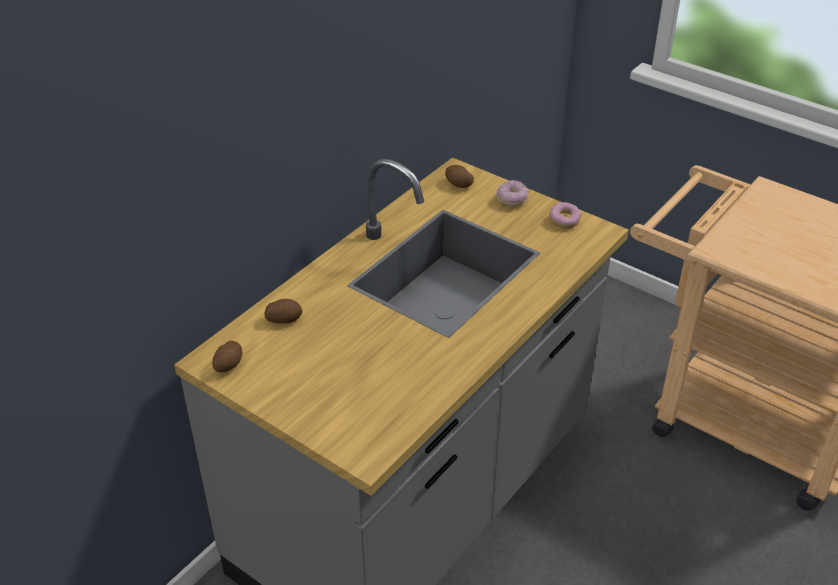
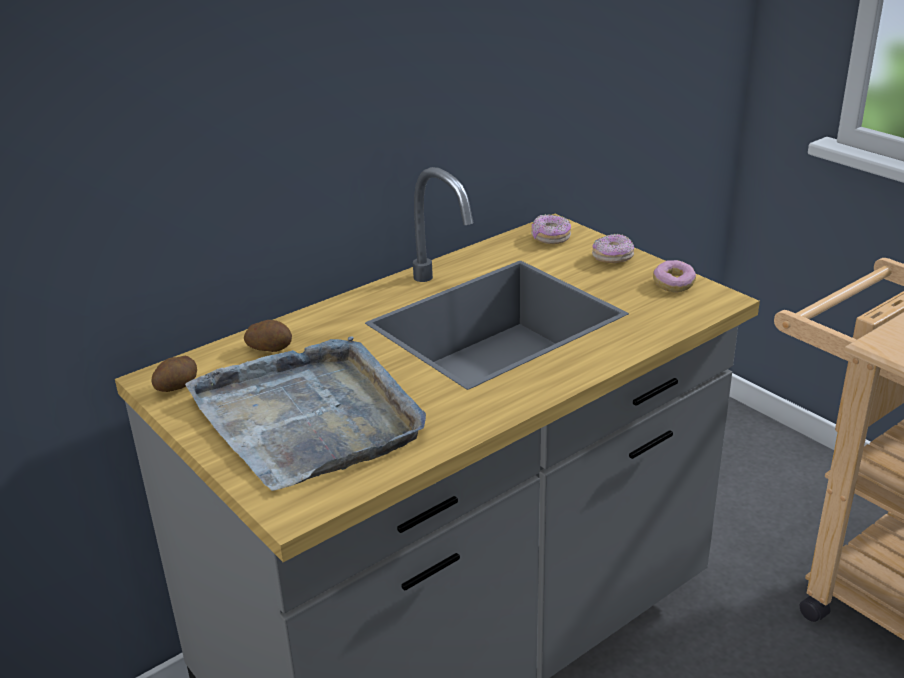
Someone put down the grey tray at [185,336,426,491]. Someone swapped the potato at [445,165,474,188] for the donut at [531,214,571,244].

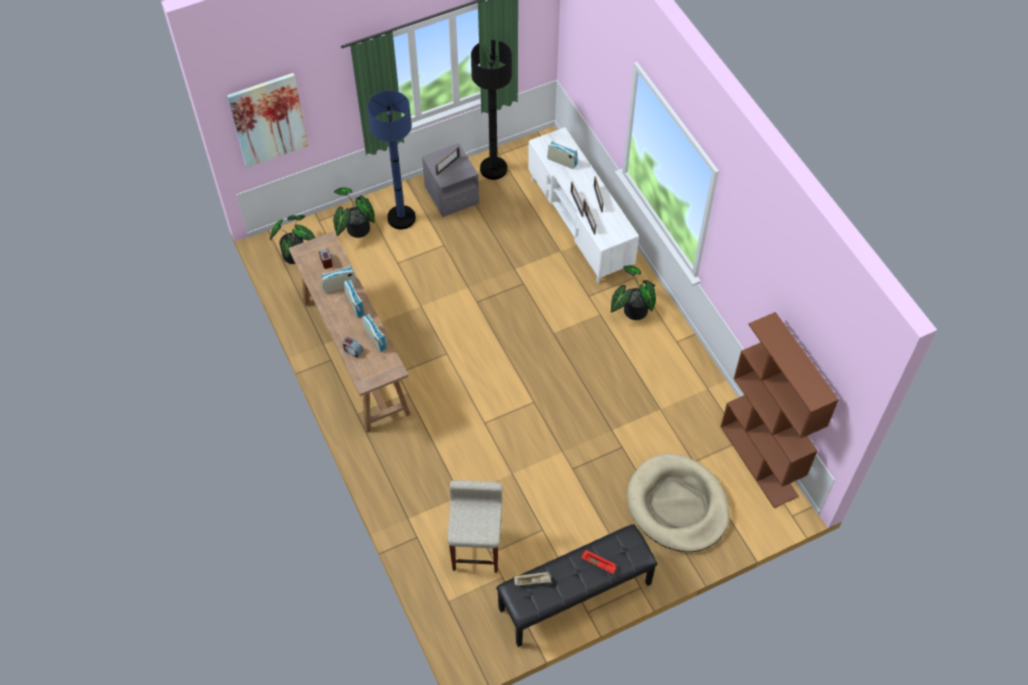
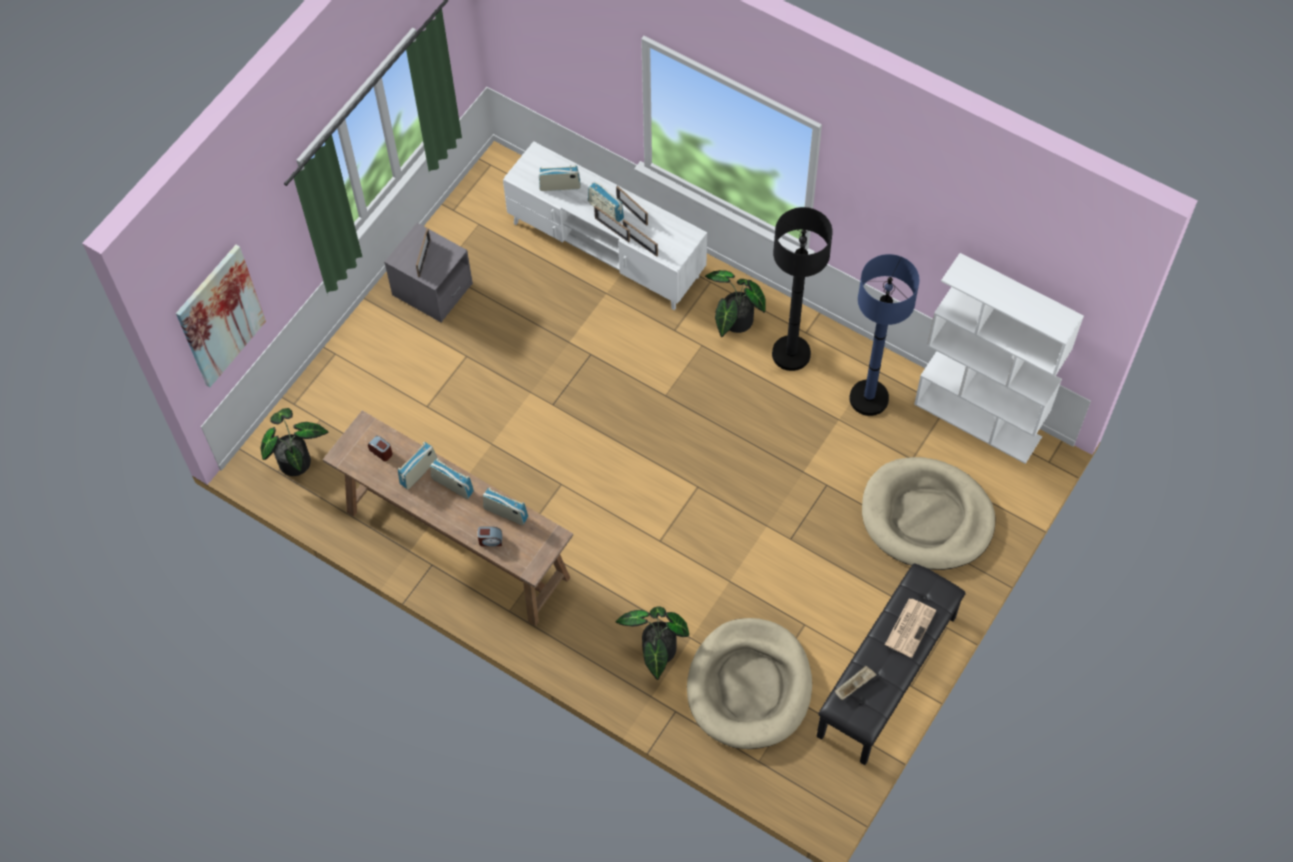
Someone put down the radio at [588,182,624,222]. Someone carried the potted plant from [333,187,375,238] to [615,607,689,680]. Someone carried the blue floor lamp from [367,90,416,229] to [849,254,919,416]. Someone carried the black floor lamp from [471,40,512,180] to [772,207,833,371]. Someone swapped the beige stool at [447,480,502,573] for the beige dog bed at [687,618,812,749]. Someone swapped the red tray at [581,550,617,574] for the newspaper at [885,599,936,658]. Someone repainted the brown bookcase at [720,312,839,508], which became the white bookcase at [914,253,1084,464].

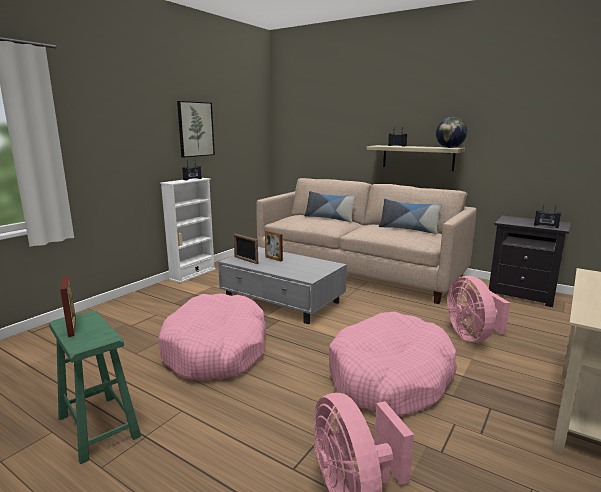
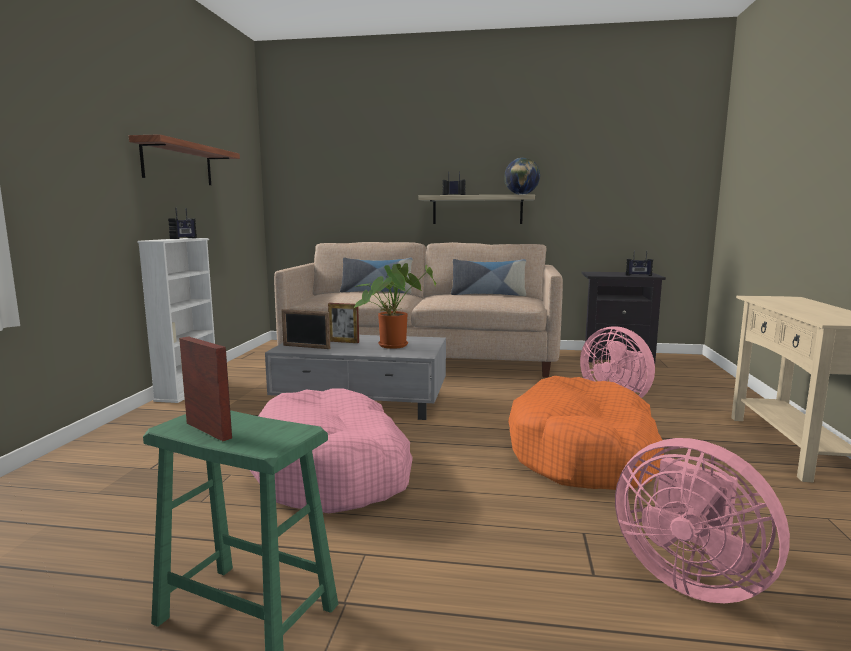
Someone put down the potted plant at [354,263,436,349]. Someone swapped the picture at [177,101,215,157] for the shelf at [129,134,240,185]. Someone repainted the pink dog bed at [329,312,457,416], which became the orange dog bed at [508,376,664,490].

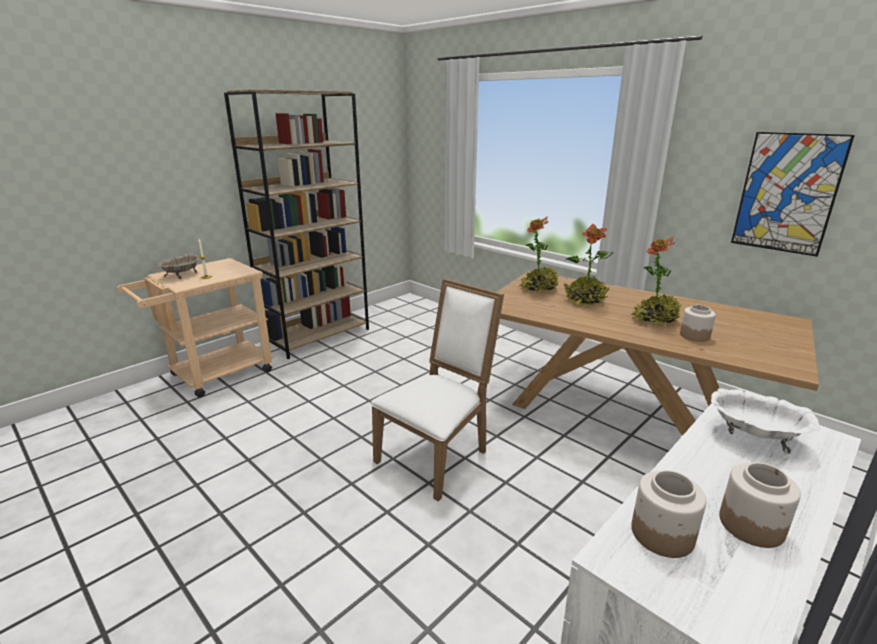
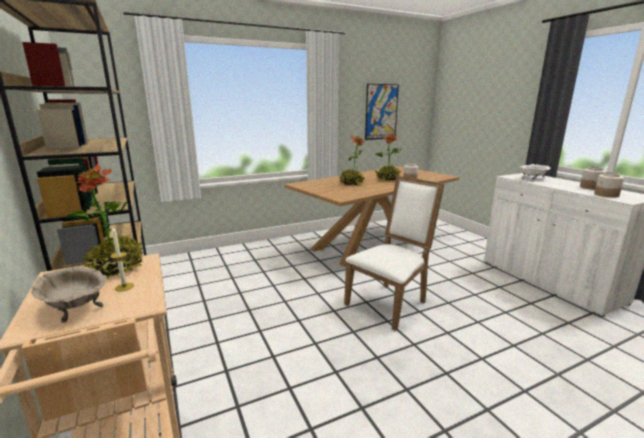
Someone carried the potted plant from [519,216,559,293] to [67,164,144,279]. Someone rotated the white chair at [371,279,504,501] by 75 degrees clockwise.

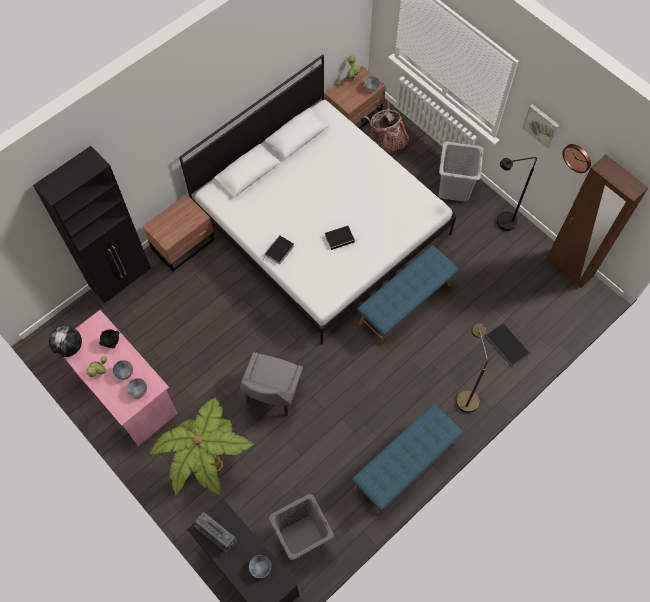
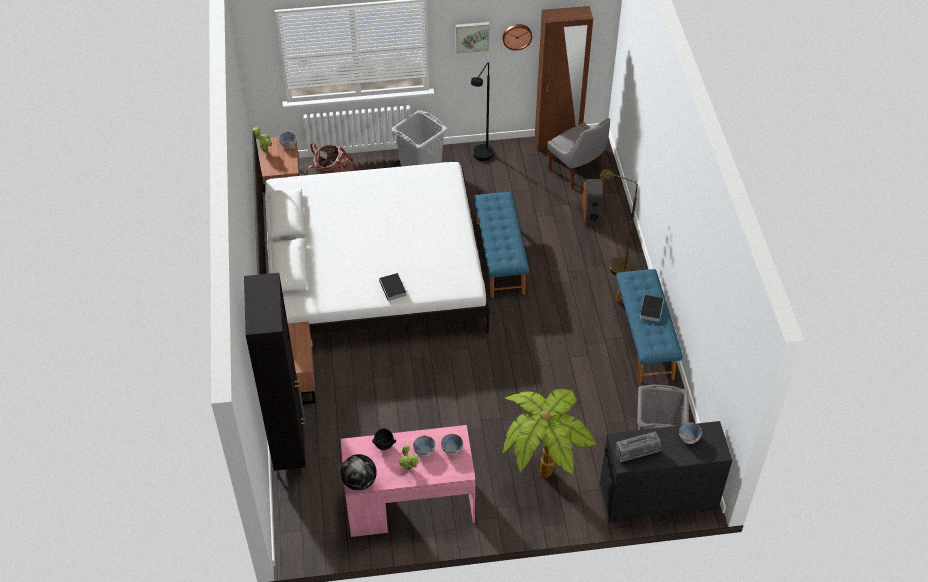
Someone carried the grey chair from [240,352,303,416] to [547,118,610,189]. Someone carried the book from [325,226,358,250] to [640,295,664,322]. Someone swapped the tray at [485,322,531,367] for the speaker at [582,179,603,226].

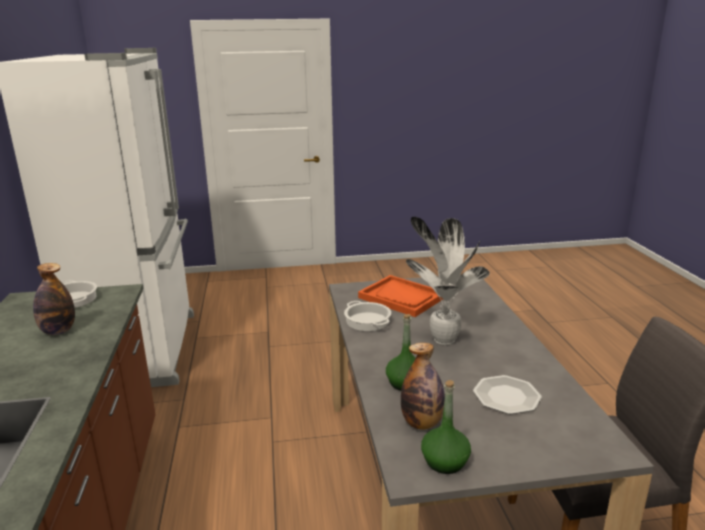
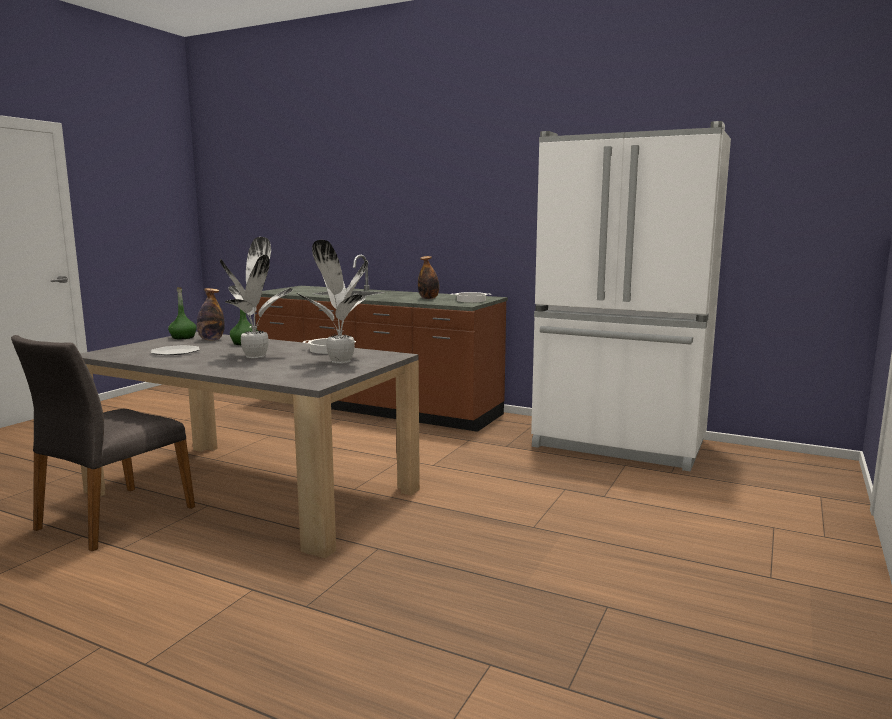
Someone swapped the orange tray at [358,275,443,317] for the potted plant at [297,240,368,364].

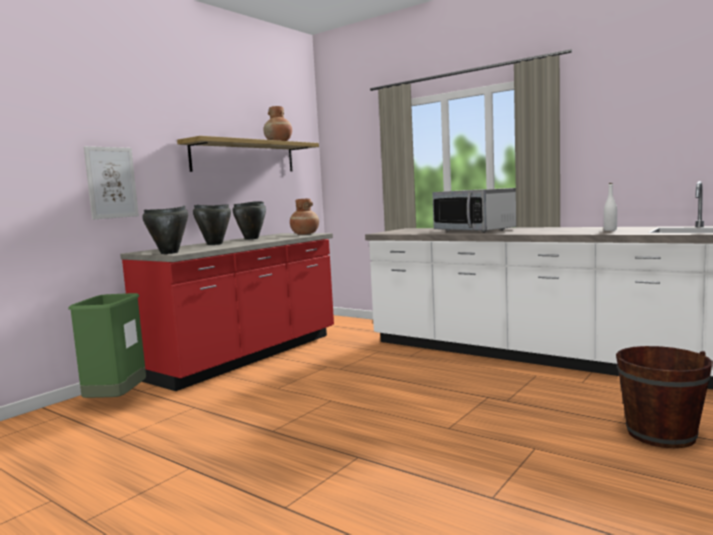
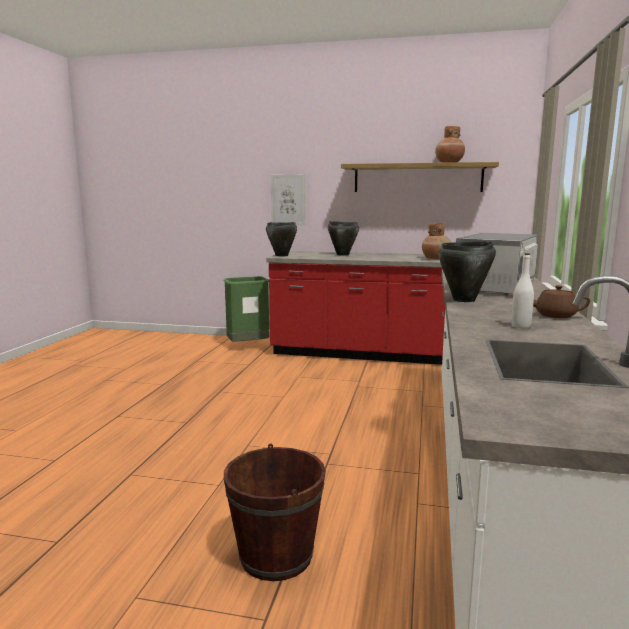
Someone put down the brown teapot at [533,285,591,318]. Someone carried the black cooking pot from [232,201,266,239] to [438,241,496,302].

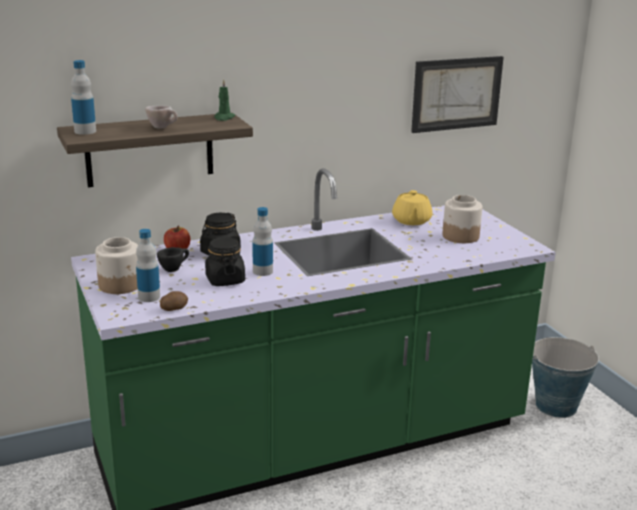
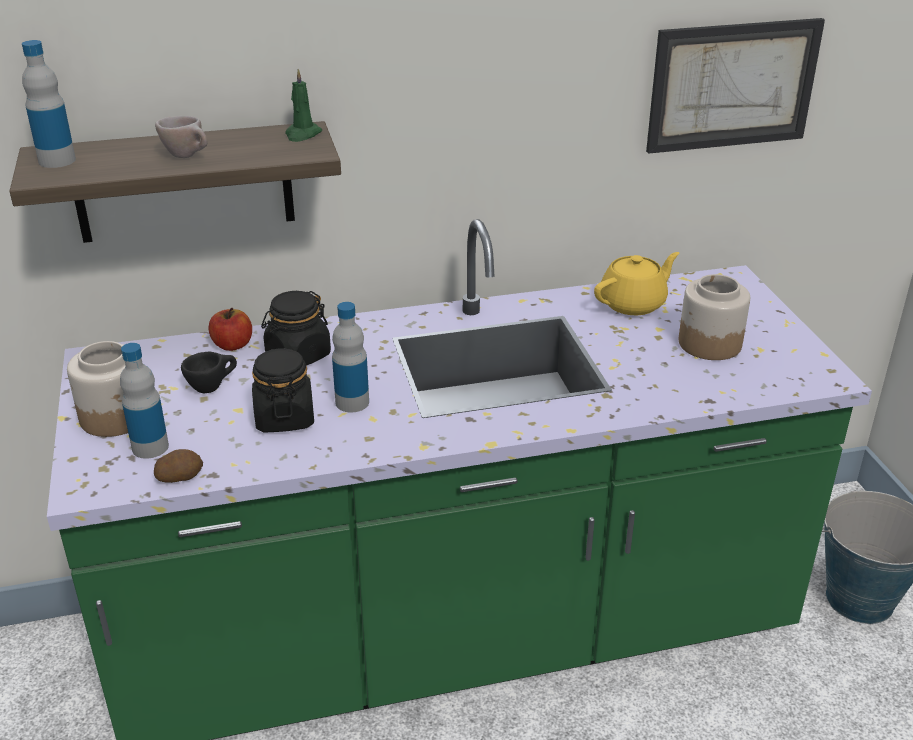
Someone rotated the yellow teapot at [392,190,432,225] by 135 degrees counterclockwise.

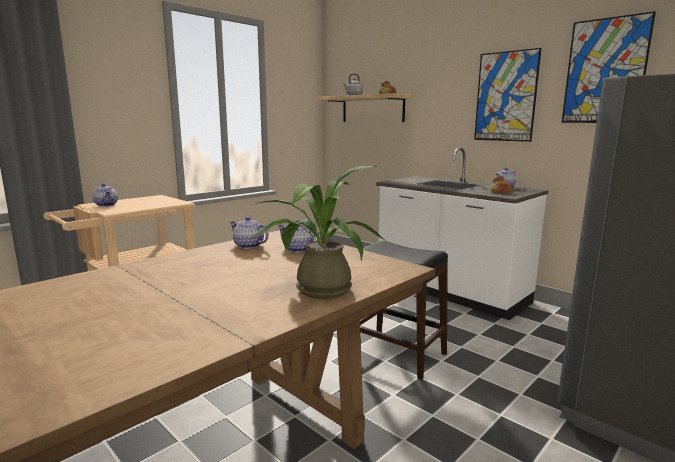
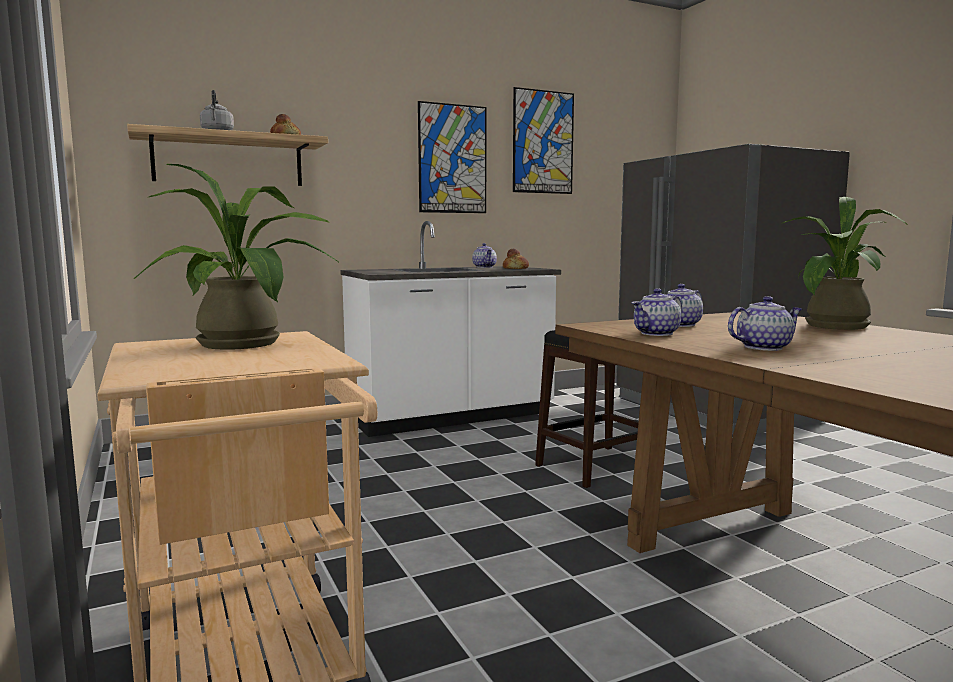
Someone put down the potted plant at [134,164,338,350]. Someone carried the teapot from [92,184,118,207] to [728,296,803,351].

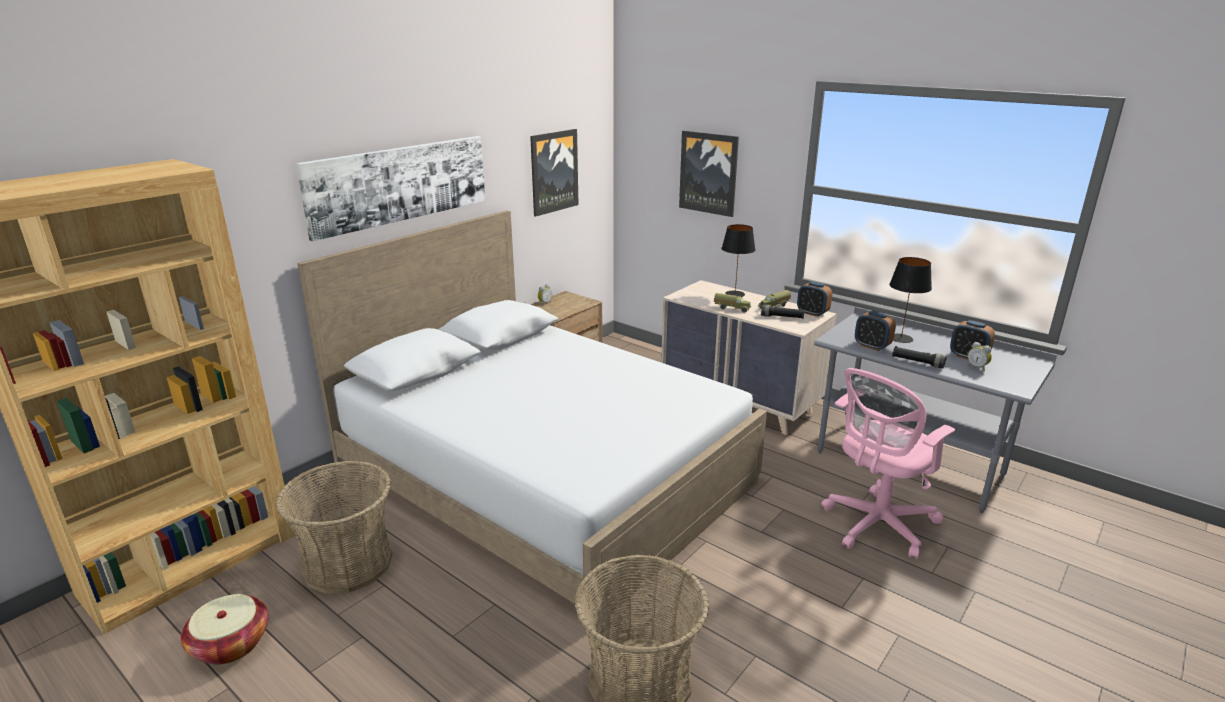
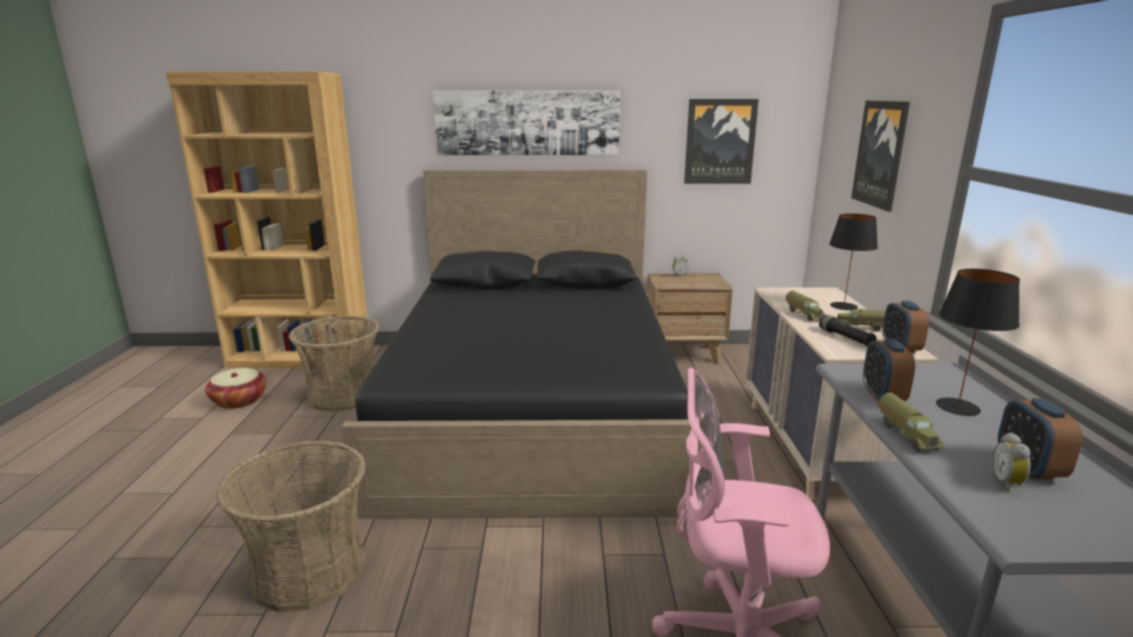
Someone swapped the black flashlight at [892,346,947,368] for the toy truck at [878,393,944,452]. Someone repainted the white bed at [298,210,767,626], which became the black bed at [342,170,699,519].

